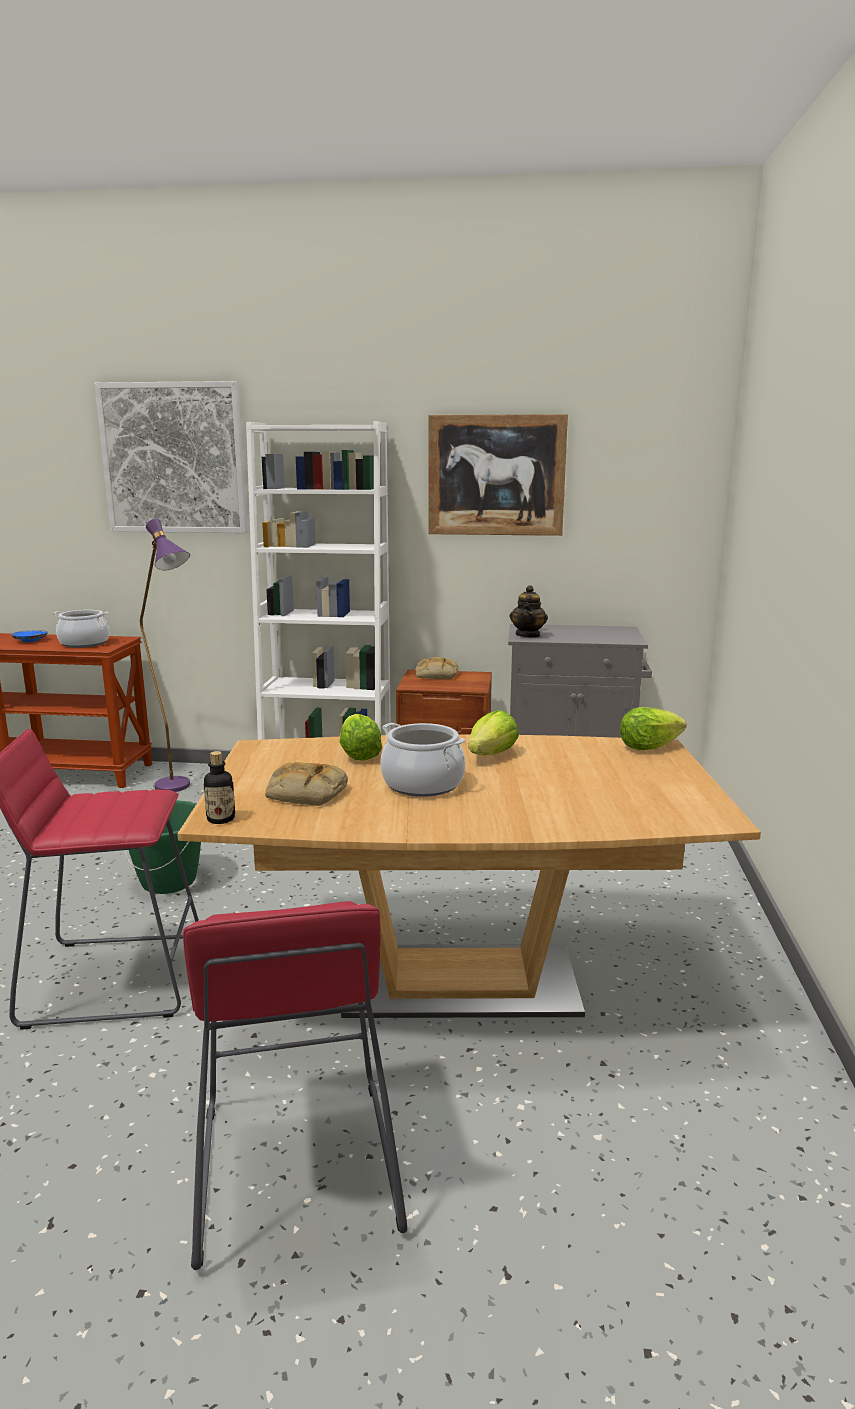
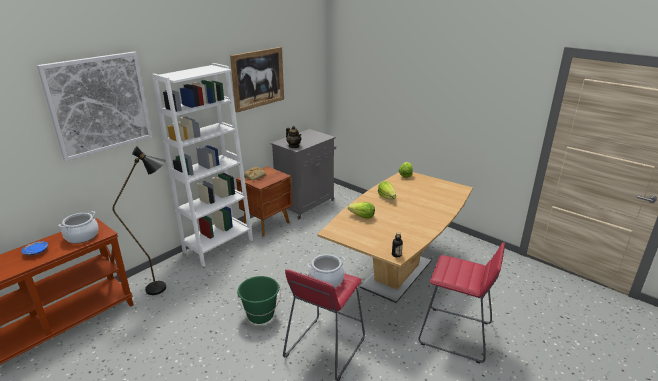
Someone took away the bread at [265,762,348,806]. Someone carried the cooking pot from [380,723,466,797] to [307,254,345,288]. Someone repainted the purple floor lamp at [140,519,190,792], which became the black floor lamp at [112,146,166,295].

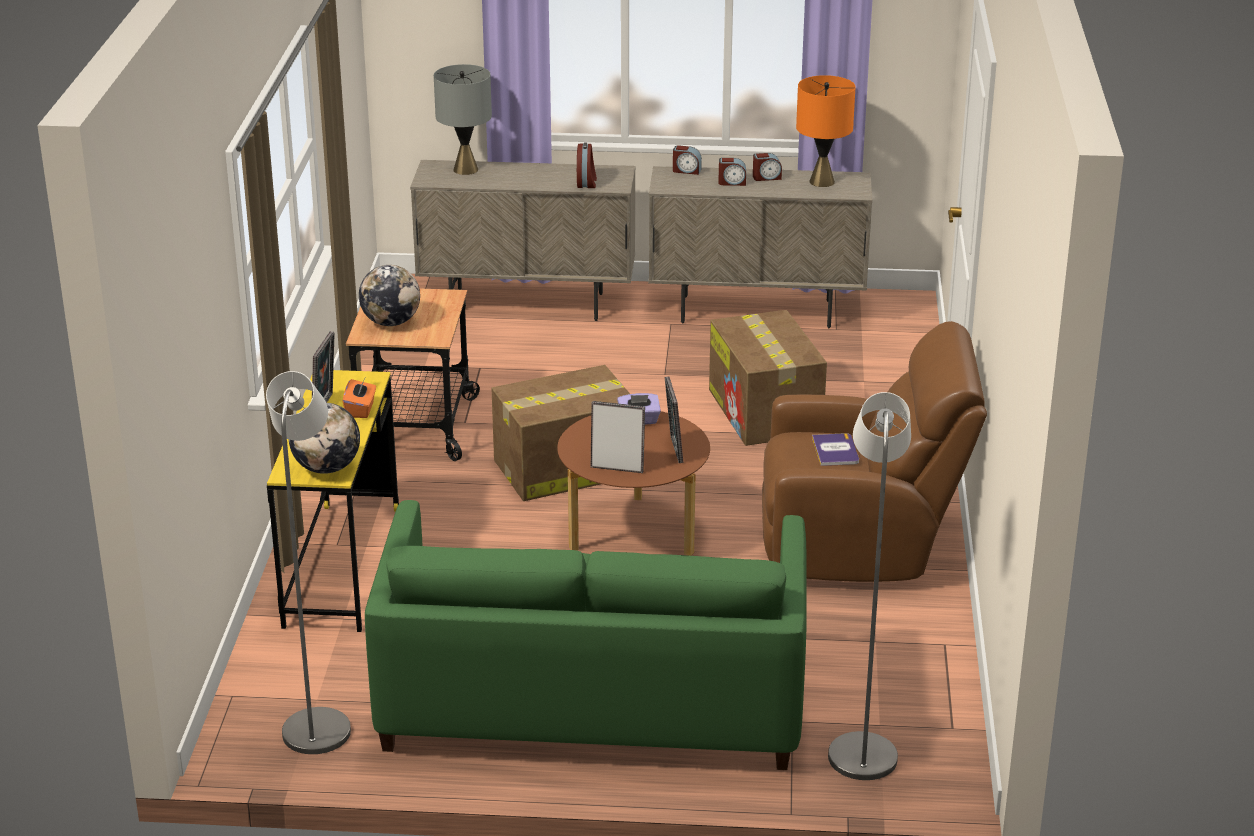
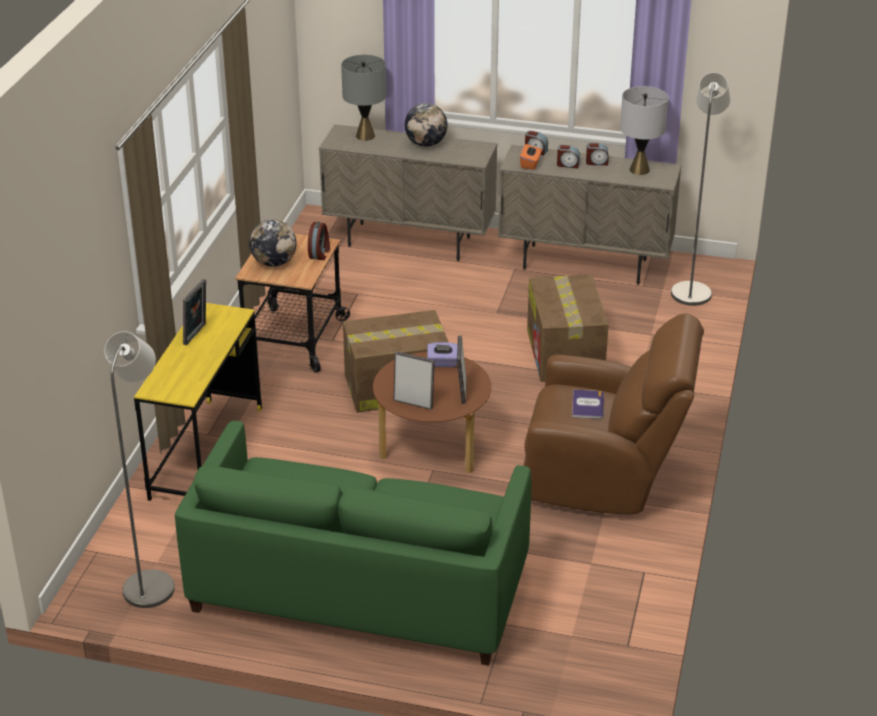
Someone carried the globe from [289,403,360,474] to [405,103,448,147]. Someone carried the orange tissue box from [343,378,376,418] to [520,144,542,170]. Someone carried the alarm clock from [577,142,597,188] to [308,222,330,260]. Someone carried the grey floor lamp from [828,392,911,780] to [671,72,730,306]. Someone repainted the orange table lamp at [796,75,856,187], which became the grey table lamp at [620,86,668,175].

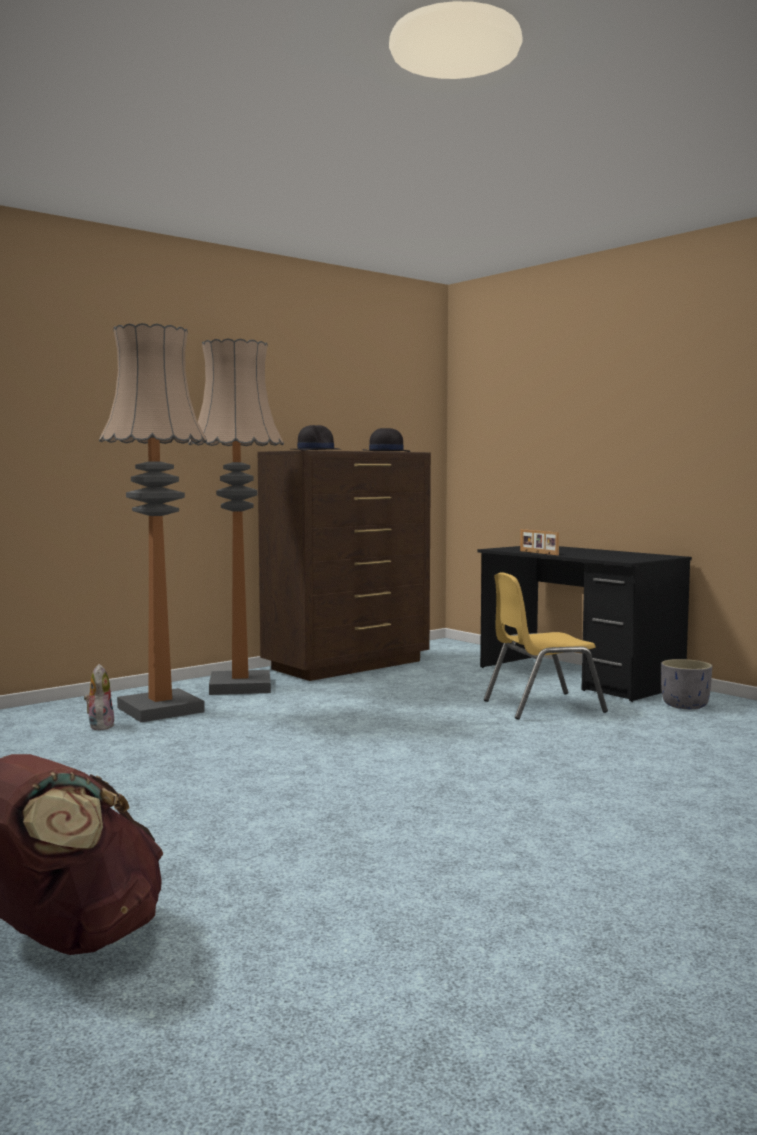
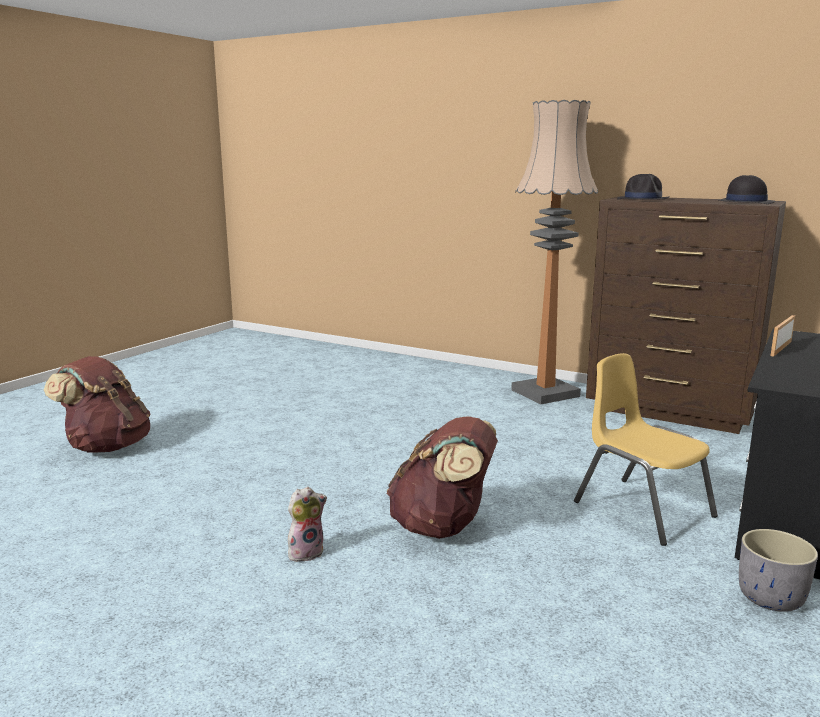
Someone took away the floor lamp at [99,323,207,722]. Someone put down the brown backpack at [386,416,498,539]. Someone carried the plush toy from [84,664,115,730] to [288,487,327,562].

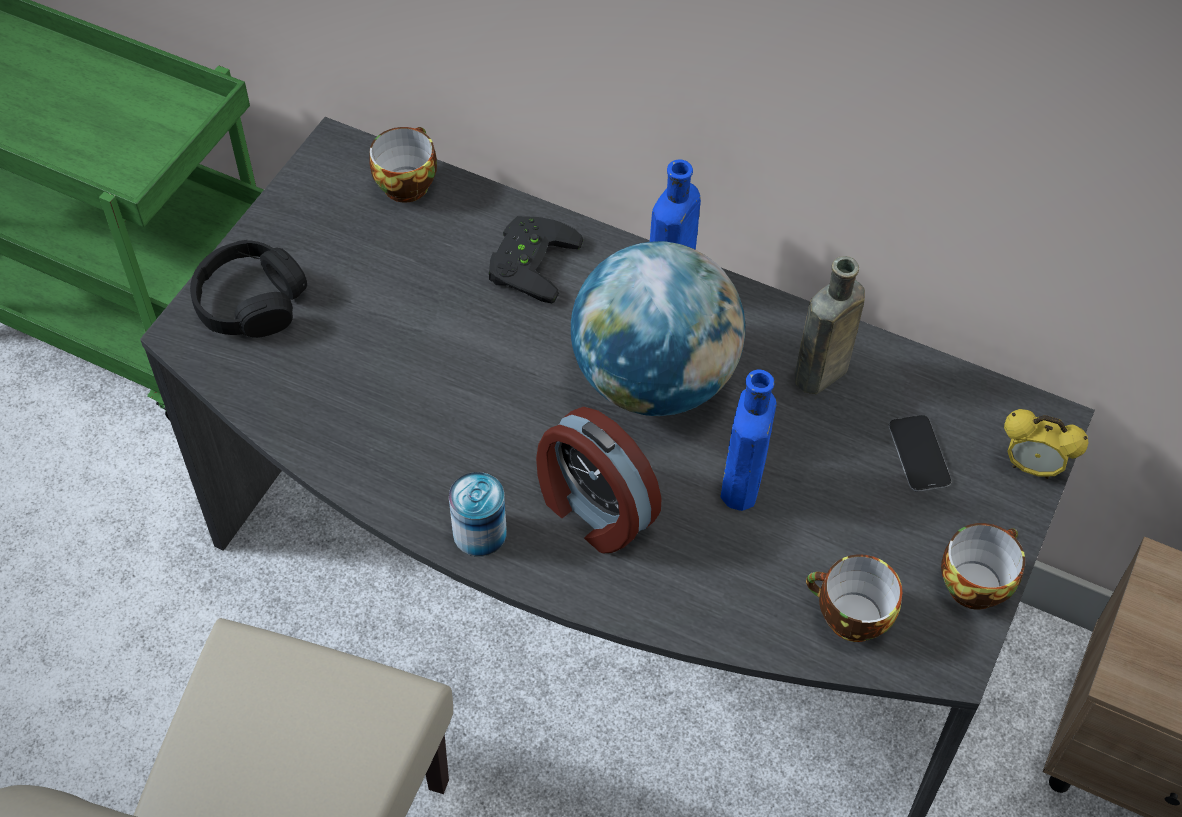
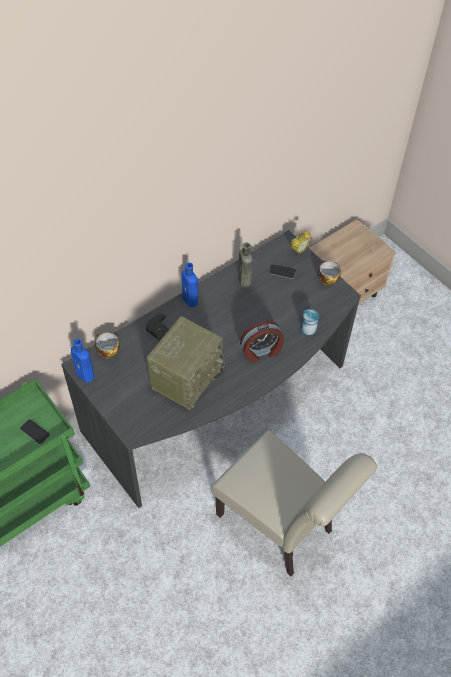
Someone took away the black headphones at [190,240,307,338]. Someone took away the globe at [571,241,745,416]. Someone took away the cup at [806,554,902,642]. Someone put down the phone at [20,419,50,444]. Someone put down the radio at [147,316,225,410]. Someone carried the can from [449,472,507,557] to [300,309,319,335]. Someone carried the blue bottle from [721,370,777,511] to [71,339,94,383].

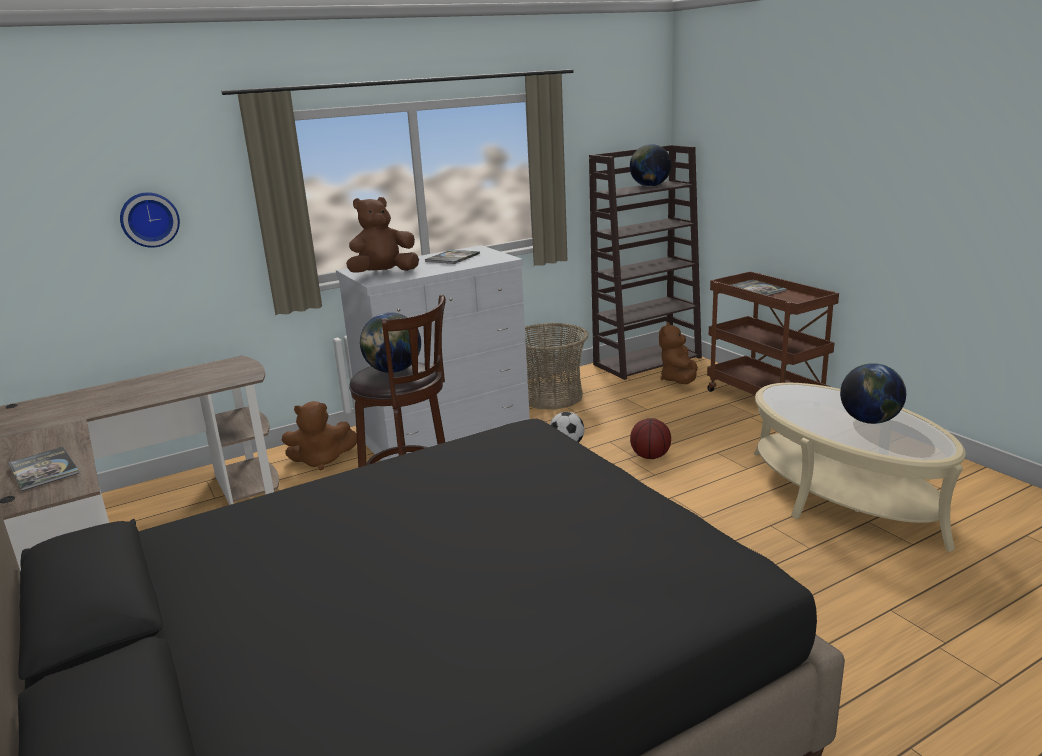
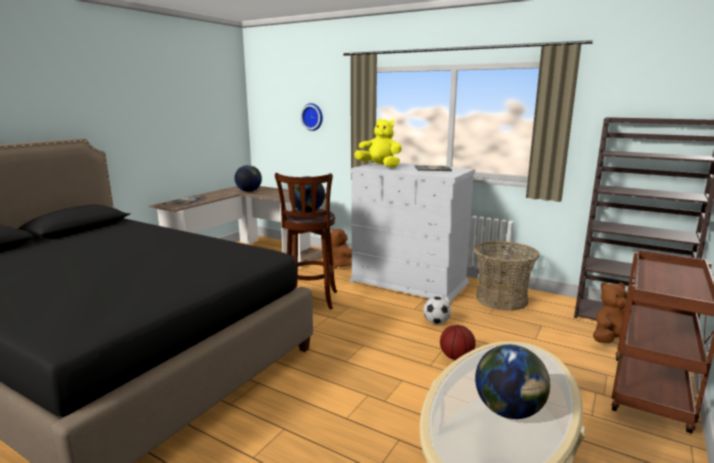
Someone took away the book at [731,279,787,296]. Someone carried the globe from [630,144,671,187] to [234,165,262,192]. Someone repainted the brown plush toy at [346,197,419,273], which became the yellow plush toy at [354,118,402,168].

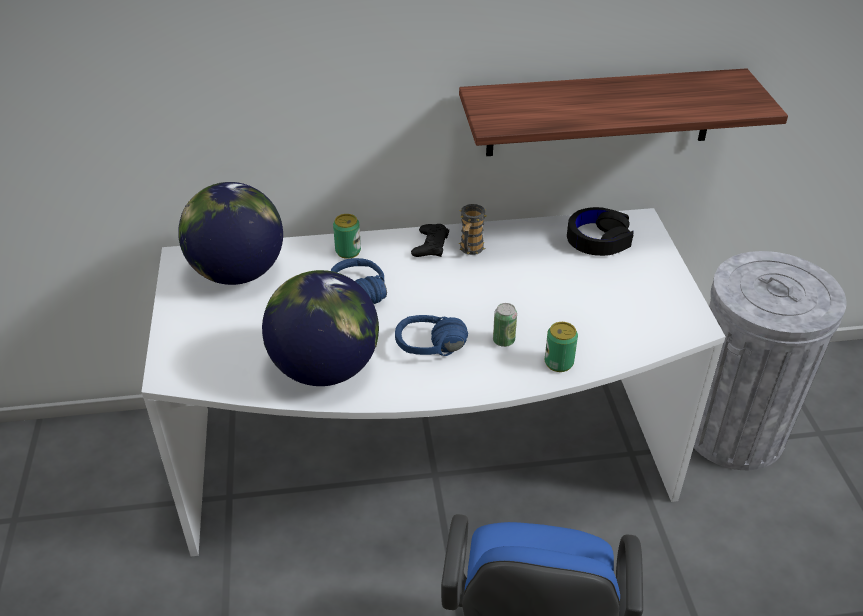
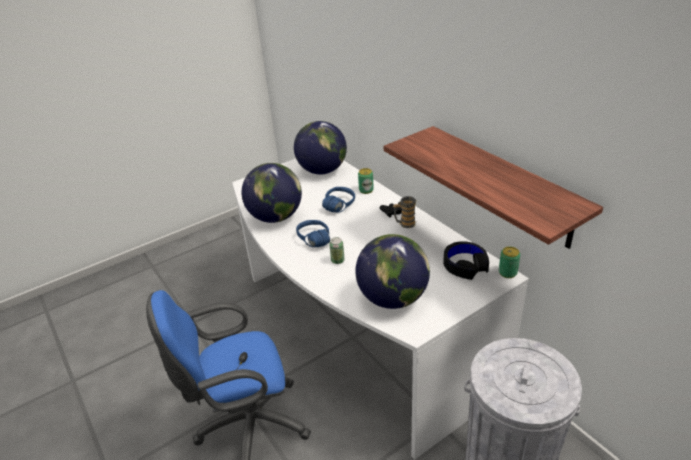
Someone put down the globe at [355,234,430,309]. Someone carried the can from [545,322,578,372] to [499,246,520,278].

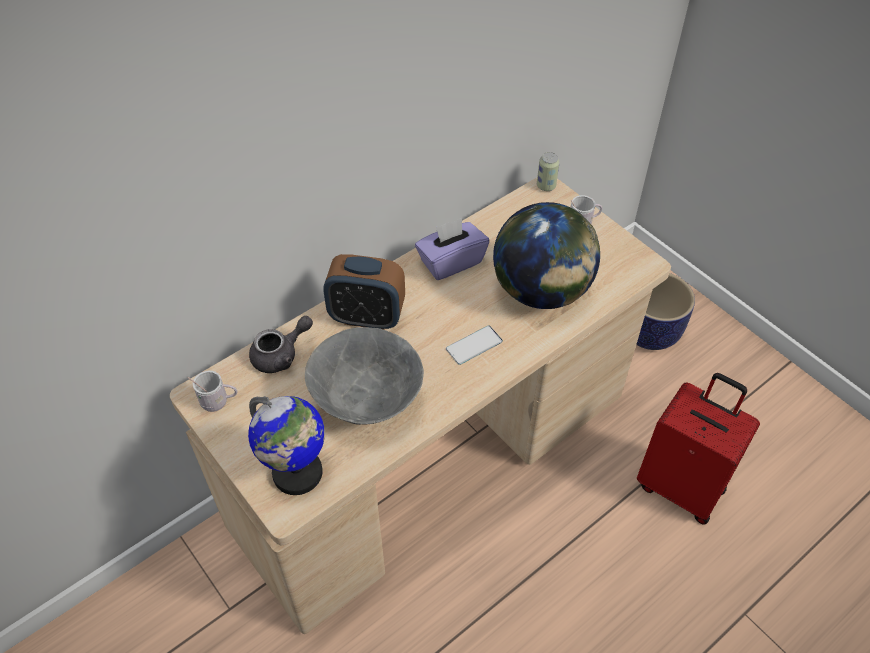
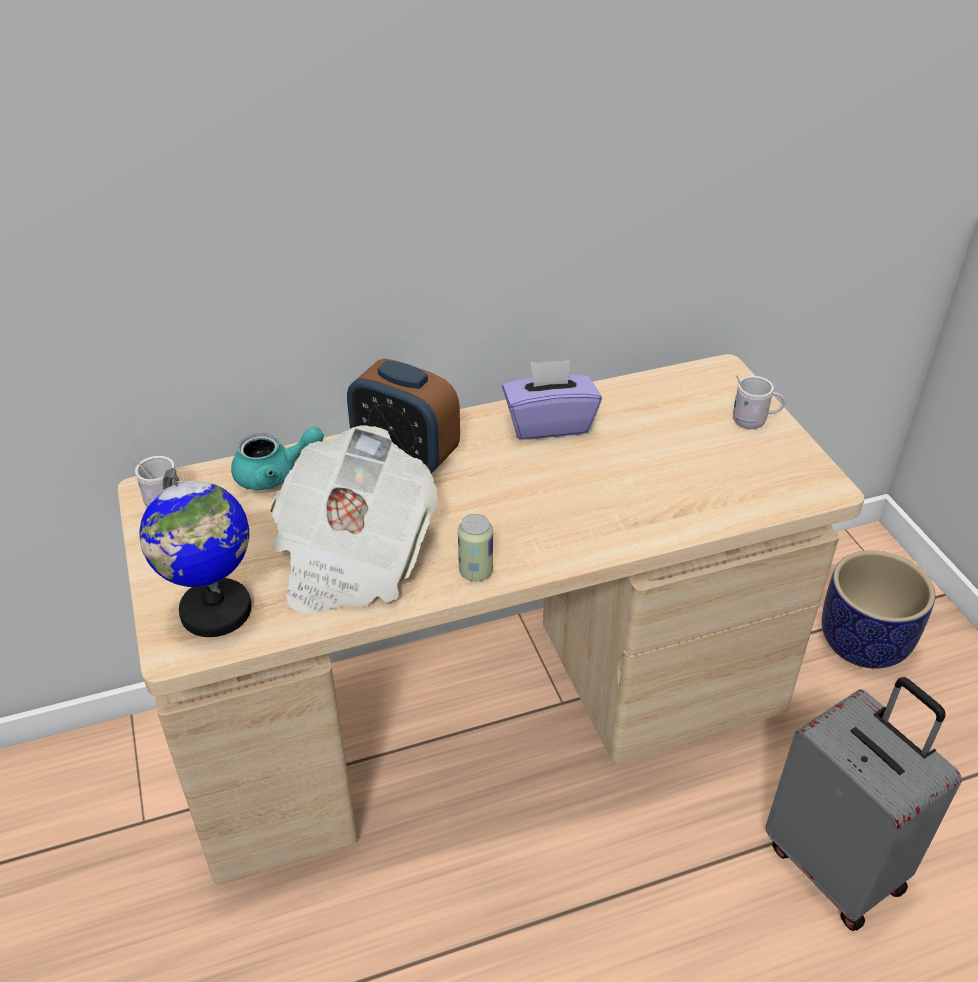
Someone took away the phone at [446,326,503,365]. Someone took away the globe at [493,202,600,309]. Someone carried the can from [537,152,560,191] to [458,514,493,581]. Someone swapped the grey bowl at [305,327,424,425] for the newspaper at [271,425,438,614]. Someone repainted the grey teapot at [249,316,313,373], which became the turquoise teapot at [231,427,324,490]. Someone repainted the red suitcase at [637,373,760,525], which became the grey suitcase at [765,677,962,931].

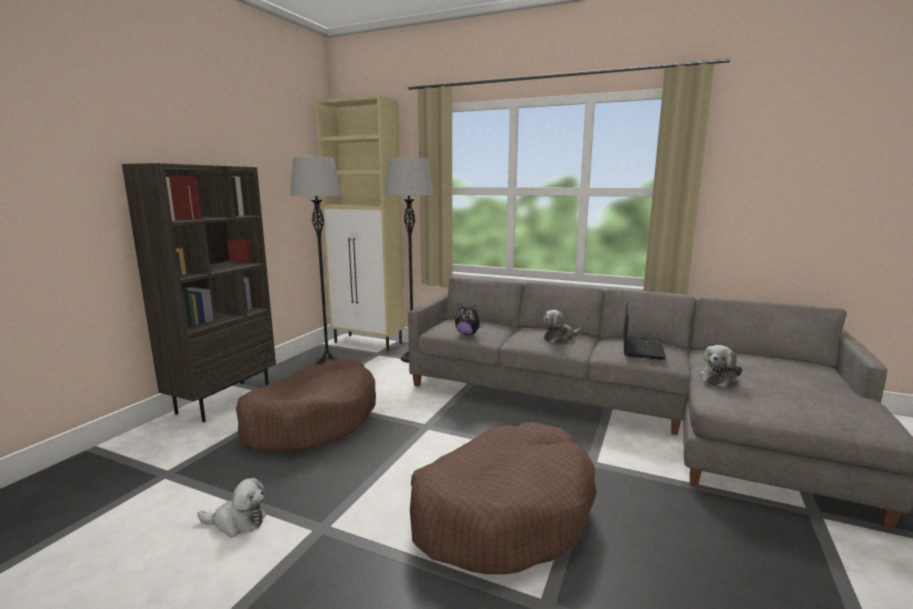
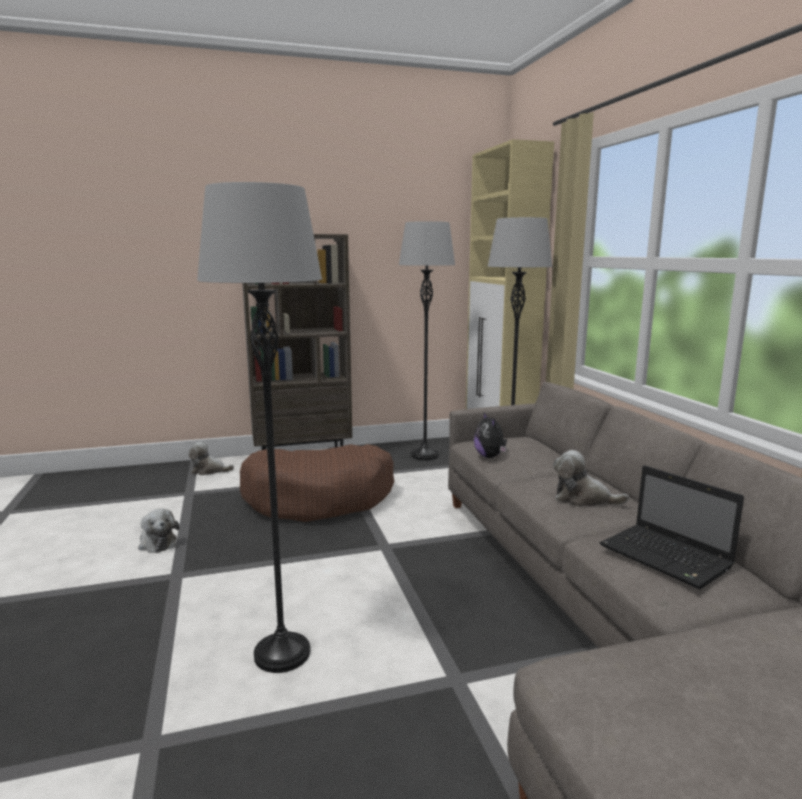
Someone carried the plush toy from [699,345,742,388] to [189,442,234,475]. Someone swapped the brown dog bed at [410,422,597,574] for the grey floor lamp at [197,182,322,673]. Someone rotated the laptop at [623,302,666,360] by 75 degrees clockwise.

